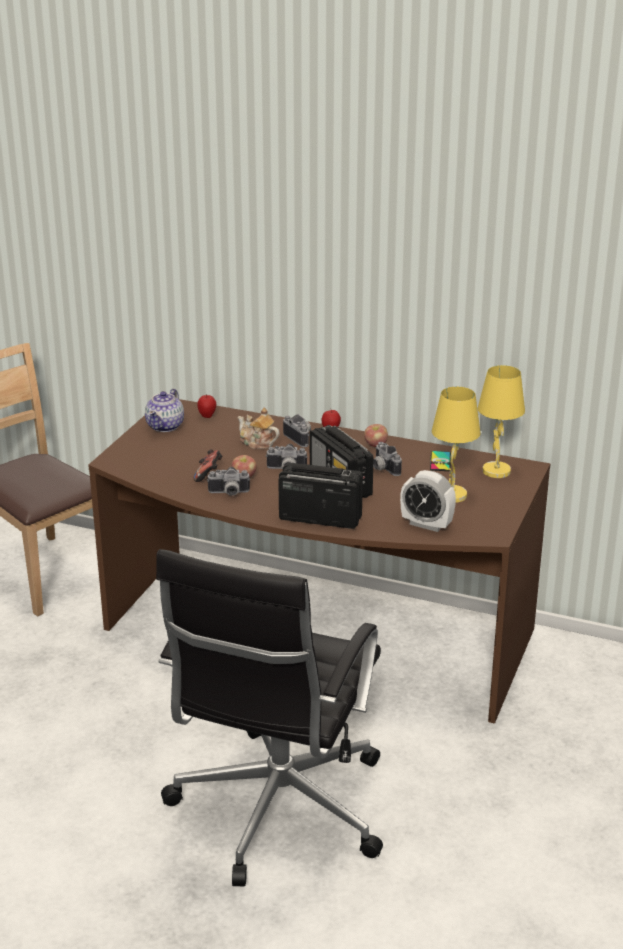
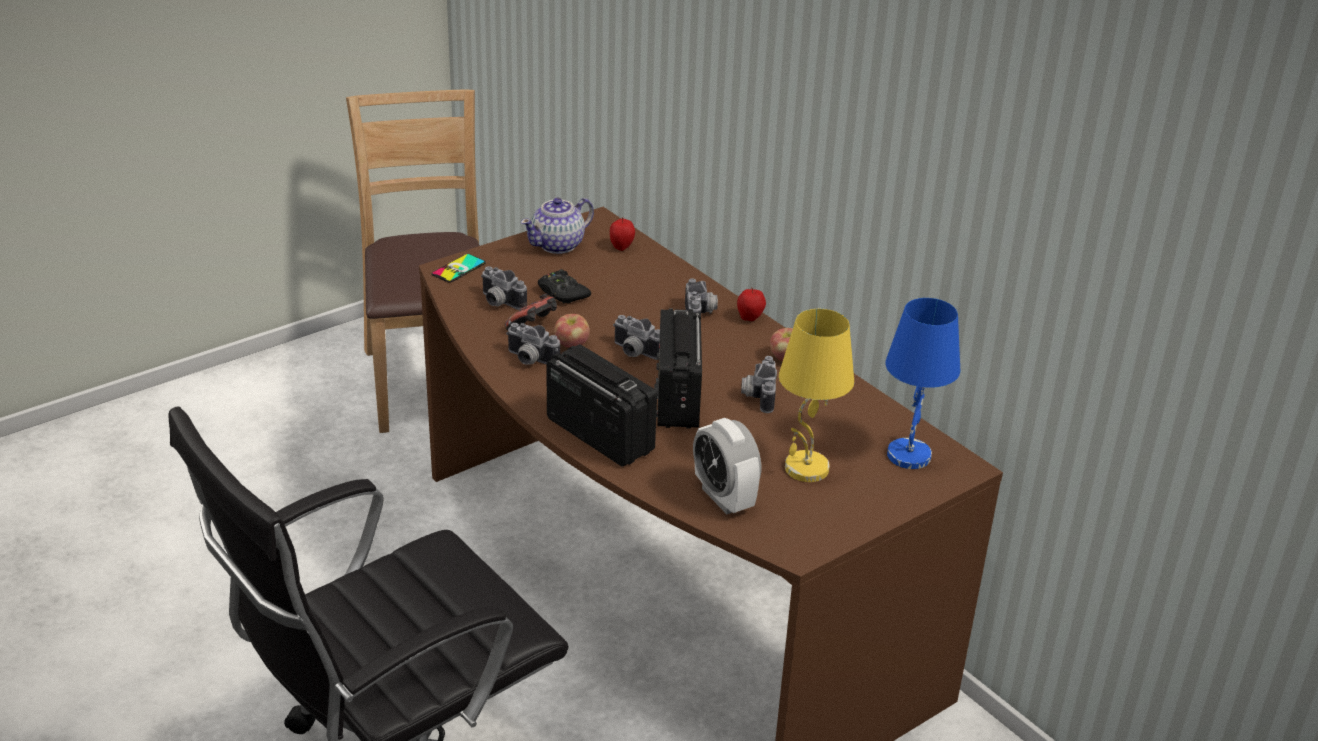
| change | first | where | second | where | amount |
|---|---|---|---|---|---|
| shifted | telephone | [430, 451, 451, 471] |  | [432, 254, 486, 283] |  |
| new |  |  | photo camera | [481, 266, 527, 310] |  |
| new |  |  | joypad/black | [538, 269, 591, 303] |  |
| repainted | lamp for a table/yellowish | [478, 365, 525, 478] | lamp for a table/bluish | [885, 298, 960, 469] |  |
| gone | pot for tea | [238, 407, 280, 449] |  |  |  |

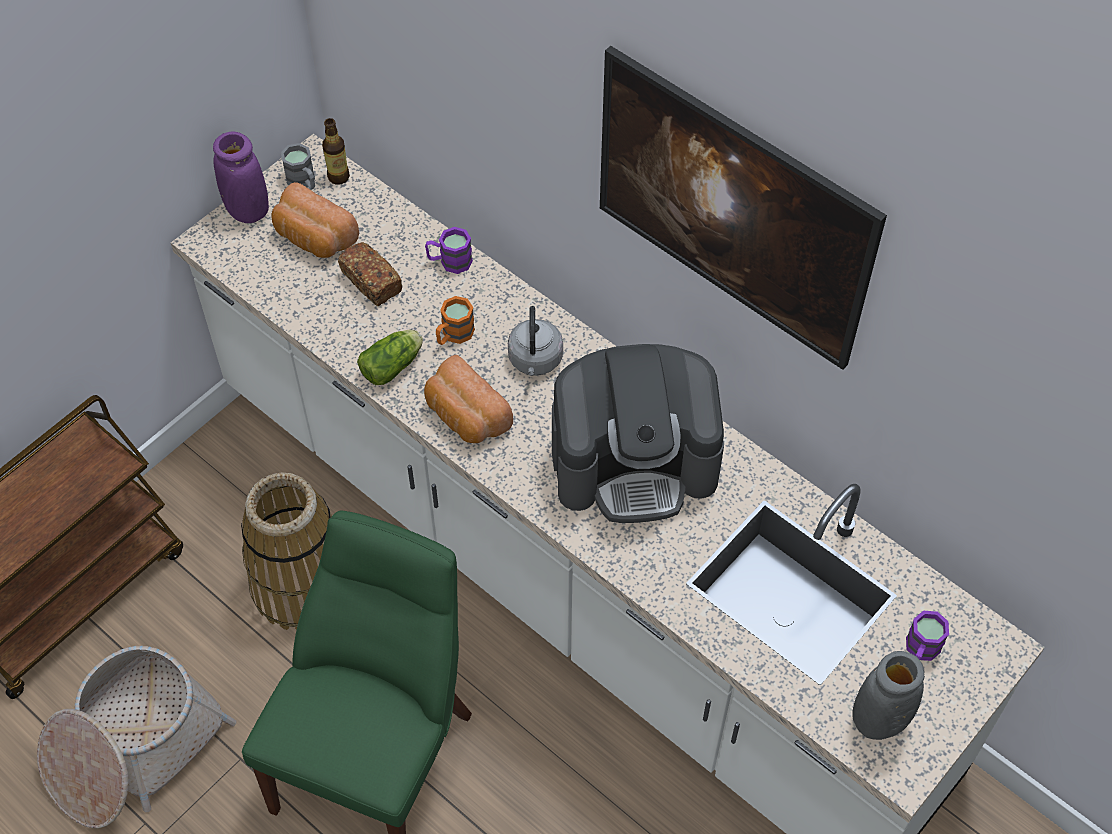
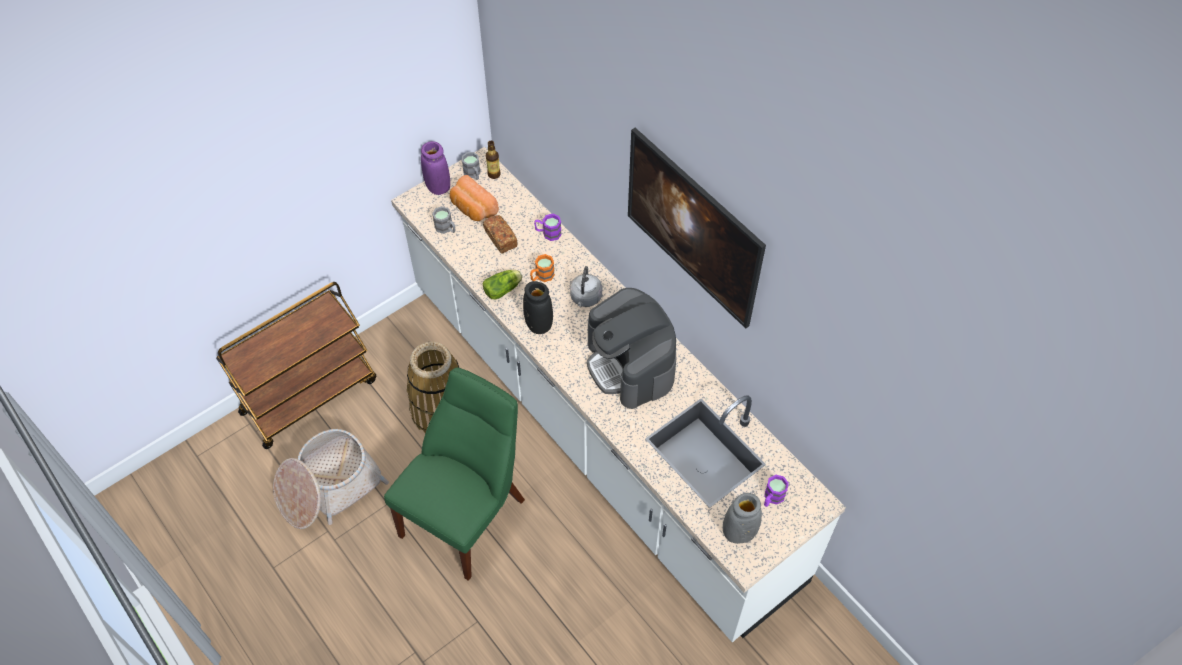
| change | first | where | second | where | amount |
|---|---|---|---|---|---|
| new |  |  | tea mug/grey | [432, 206, 456, 234] |  |
| swapped | bakery bread | [424, 355, 513, 443] | decorative vase/black | [523, 281, 553, 334] |  |
| rotated | coffee brewer | [552, 344, 724, 523] |  | [587, 288, 676, 409] | 60 degrees clockwise |

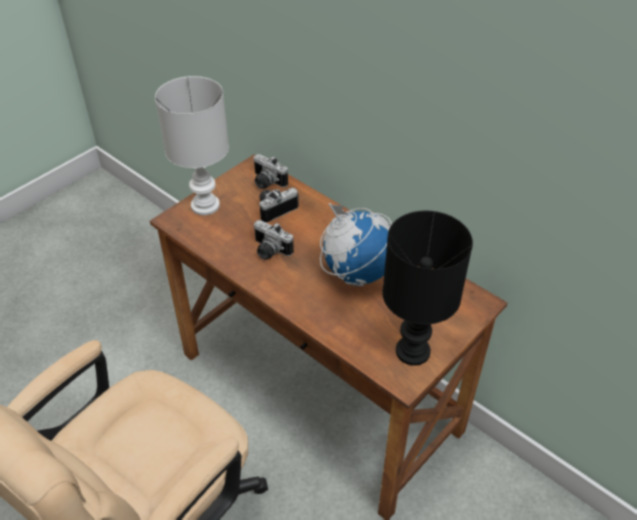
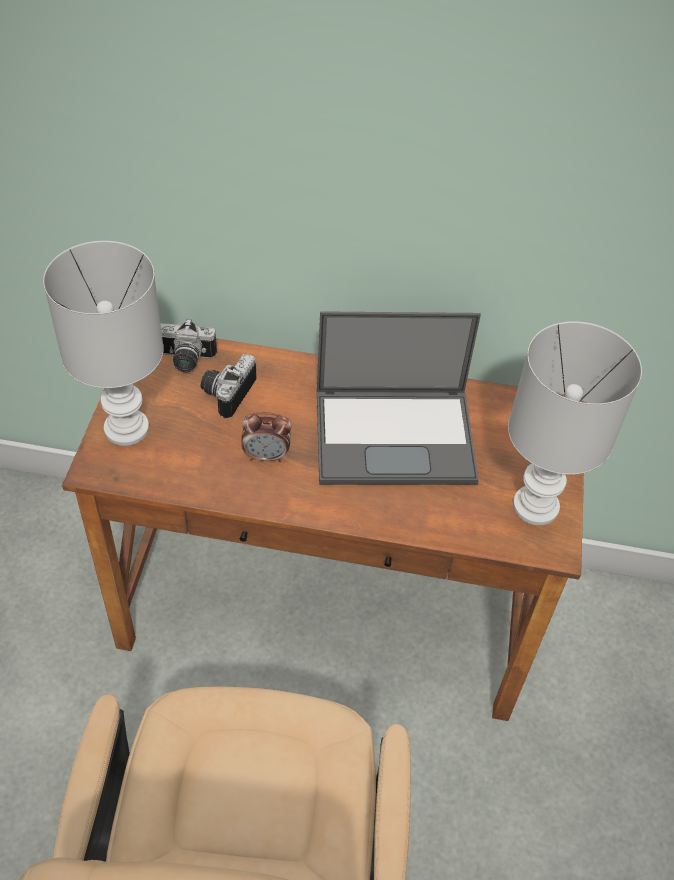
| change | first | where | second | where | amount |
|---|---|---|---|---|---|
| swapped | photo camera | [254, 220, 294, 260] | table clock | [242, 412, 292, 462] |  |
| swapped | globe | [320, 203, 392, 286] | laptop | [317, 311, 481, 485] |  |
| repainted | lamp for a table/black | [382, 211, 473, 366] | lamp for a table/whitish | [508, 321, 642, 525] |  |

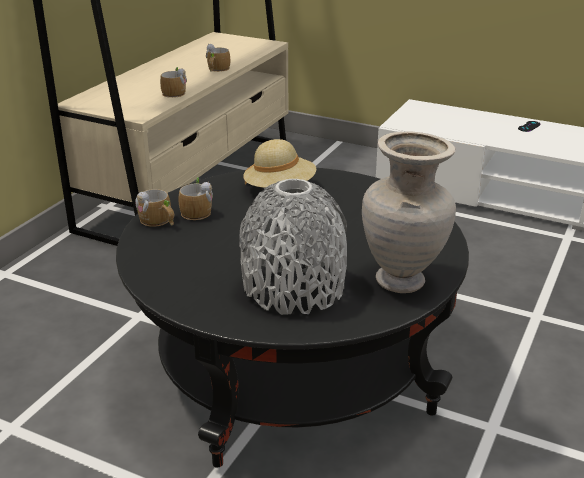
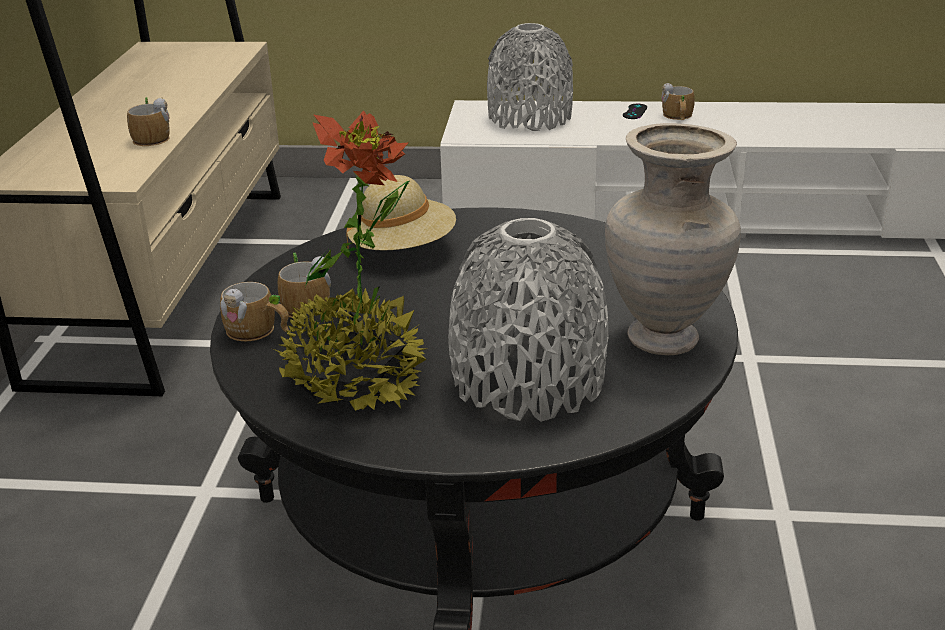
| change | first | where | second | where | amount |
|---|---|---|---|---|---|
| new |  |  | houseplant | [274, 110, 427, 411] |  |
| new |  |  | decorative vase/grey | [487, 23, 573, 131] |  |
| shifted | tea mug | [206, 43, 230, 72] |  | [662, 83, 695, 120] |  |

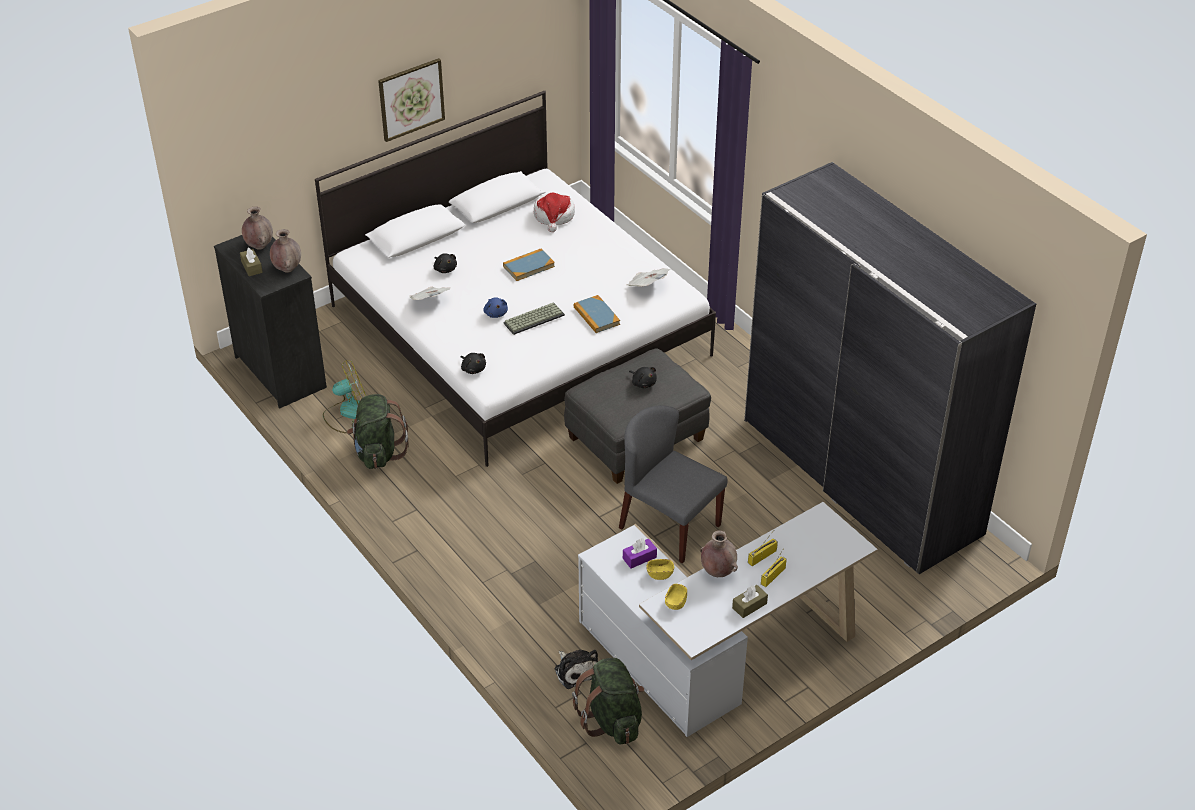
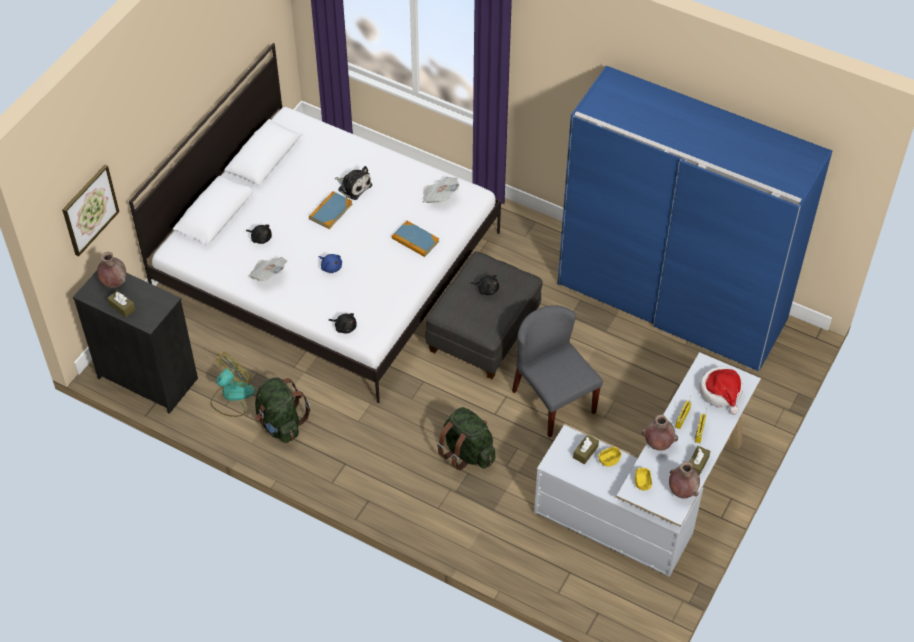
| change | first | where | second | where | amount |
|---|---|---|---|---|---|
| shifted | wall art | [378, 58, 445, 142] |  | [62, 165, 119, 257] |  |
| shifted | soft toy | [555, 650, 598, 689] |  | [335, 166, 372, 200] |  |
| shifted | knapsack/greenish | [572, 658, 644, 744] |  | [437, 407, 495, 470] |  |
| rotated | plain chair/grey | [619, 405, 728, 563] |  | [512, 306, 603, 438] | 45 degrees clockwise |
| repainted | armoire/grey | [744, 162, 1036, 574] | armoire/bluish | [558, 65, 832, 371] |  |
| repainted | tissue holder/purplish | [623, 538, 657, 569] | tissue holder/brownish | [573, 434, 599, 464] |  |
| shifted | decorative vase/brownish | [270, 229, 301, 273] |  | [669, 462, 700, 499] |  |
| shifted | hat | [534, 193, 575, 232] |  | [699, 367, 743, 415] |  |
| gone | computer keyboard | [503, 302, 565, 335] |  |  |  |

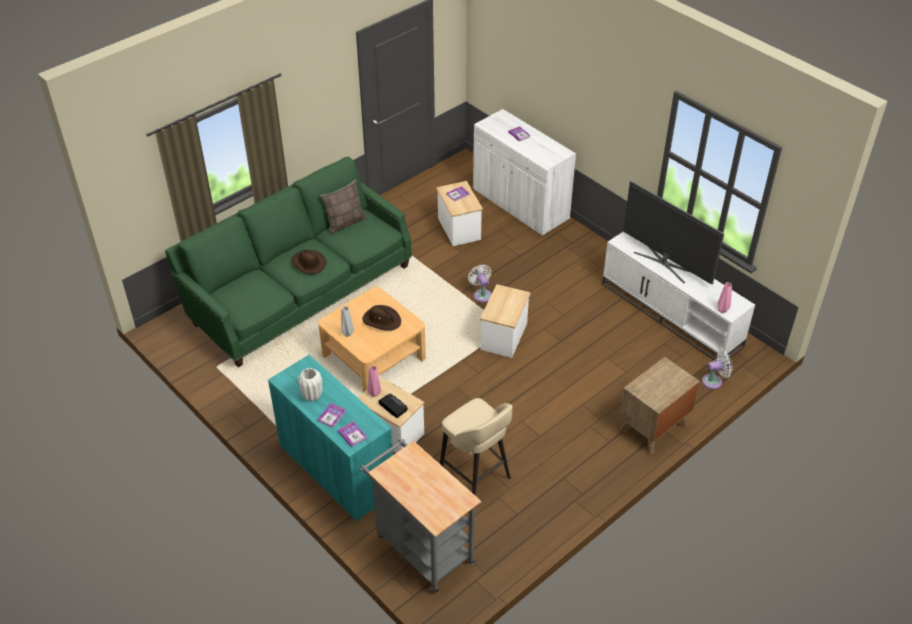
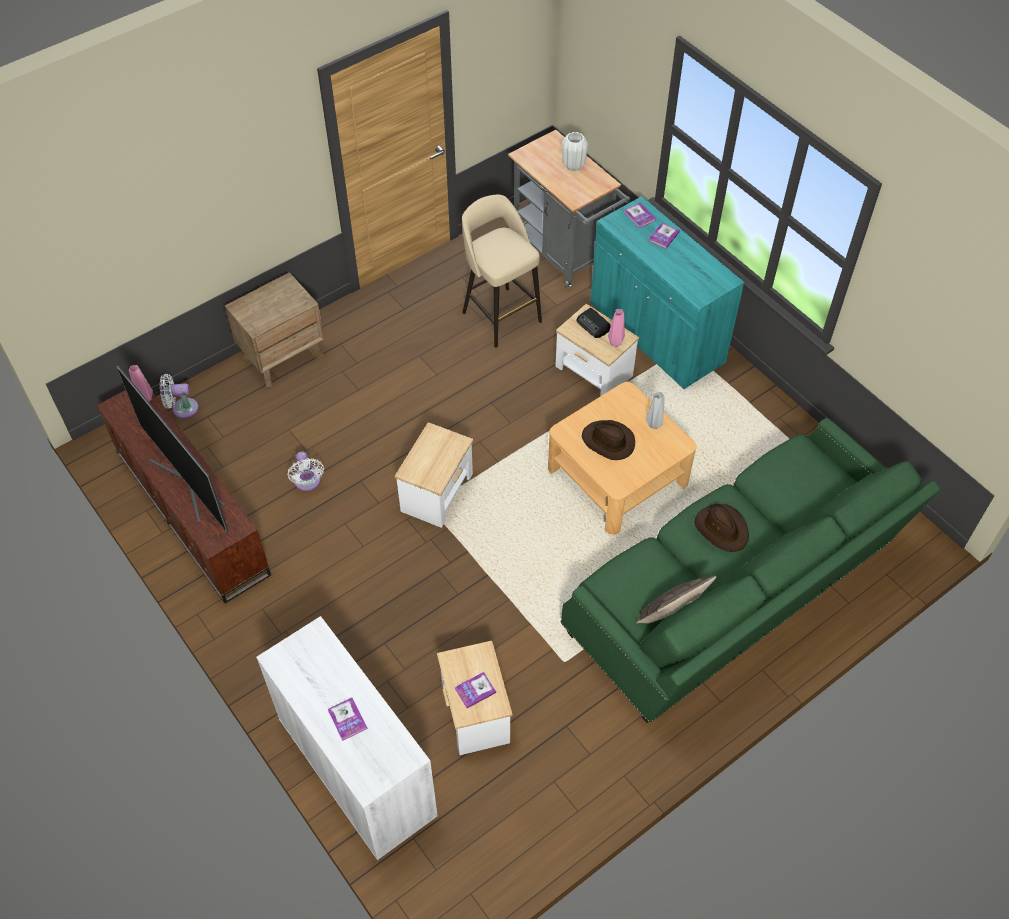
| change | first | where | second | where | amount |
|---|---|---|---|---|---|
| repainted | tv stand/whitish | [602, 231, 755, 361] | tv stand/brownish | [97, 390, 271, 603] |  |
| shifted | fan/whitish | [468, 264, 491, 302] |  | [287, 452, 324, 491] |  |
| shifted | decorative vase/whitish | [298, 368, 322, 401] |  | [562, 132, 588, 171] |  |

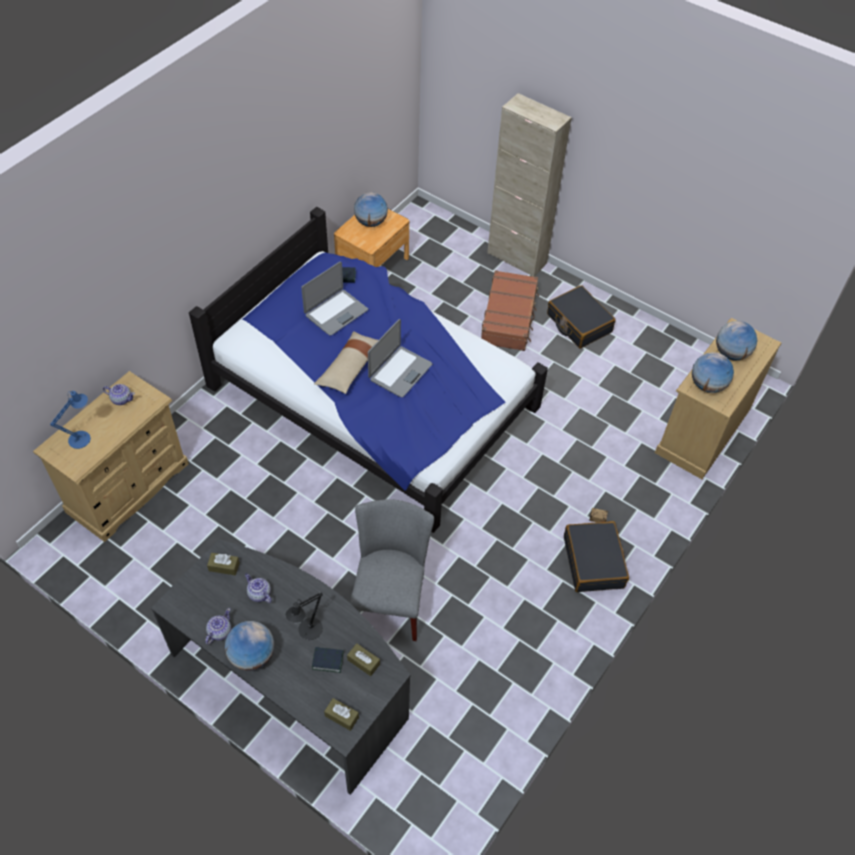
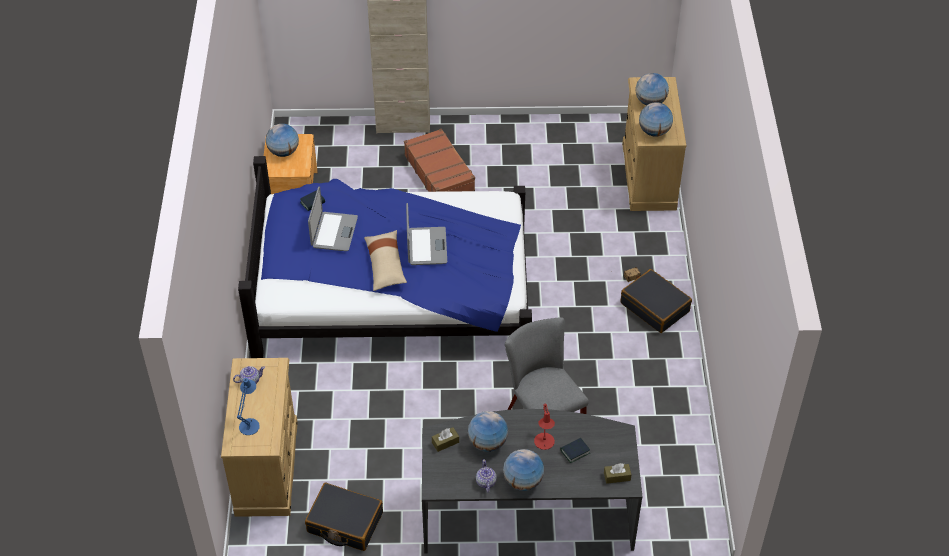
| change | first | where | second | where | amount |
|---|---|---|---|---|---|
| shifted | suitcase/black | [547, 285, 616, 348] |  | [305, 482, 383, 551] |  |
| swapped | pot for tea | [245, 573, 272, 603] | globe | [468, 411, 508, 452] |  |
| repainted | lamp for a table/black | [286, 592, 323, 640] | lamp for a table/red-coloured | [534, 403, 555, 450] |  |
| gone | tissue holder/brownish | [347, 643, 380, 676] |  |  |  |

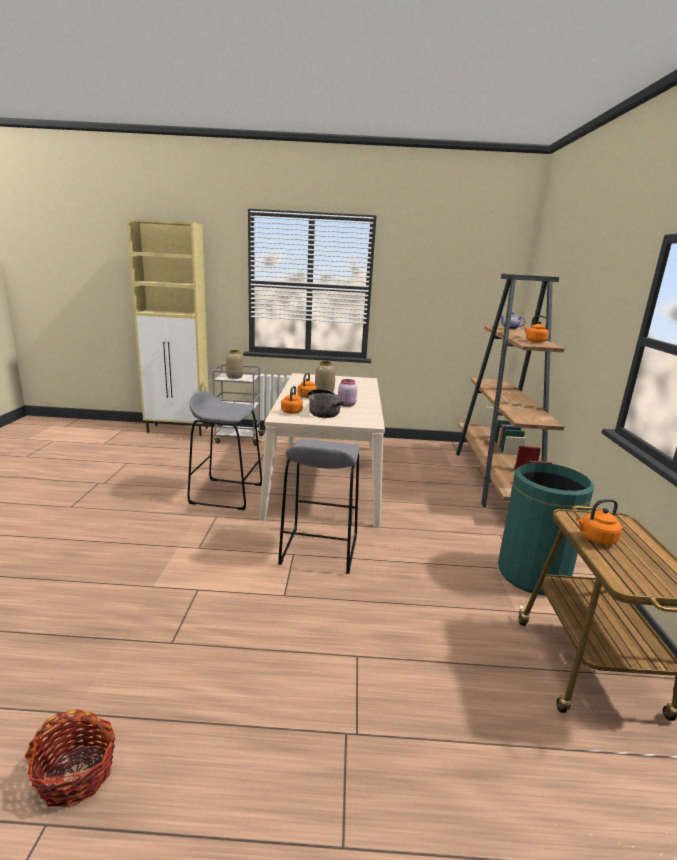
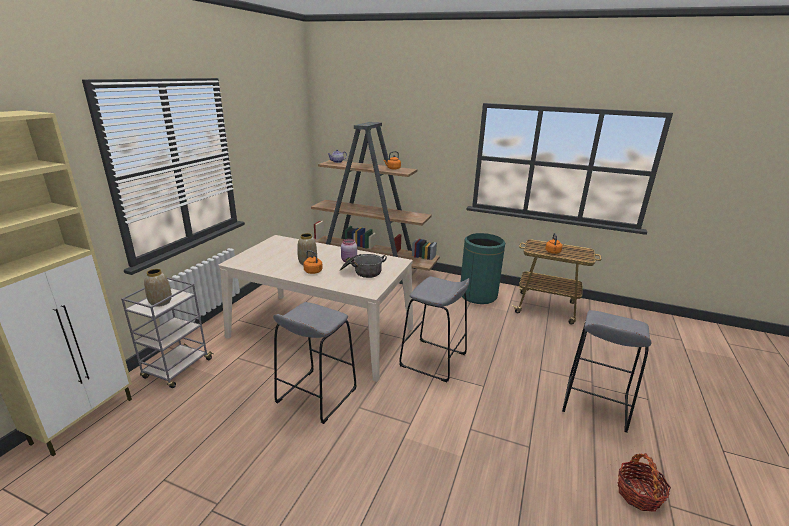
| change | first | where | second | where | amount |
|---|---|---|---|---|---|
| new |  |  | sitting stool/grey | [562, 310, 652, 433] |  |
| gone | water kettle/orange-coloured | [281, 386, 303, 414] |  |  |  |

